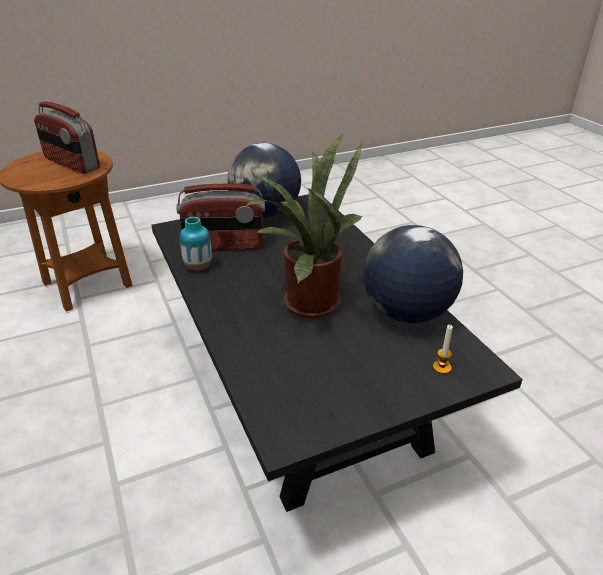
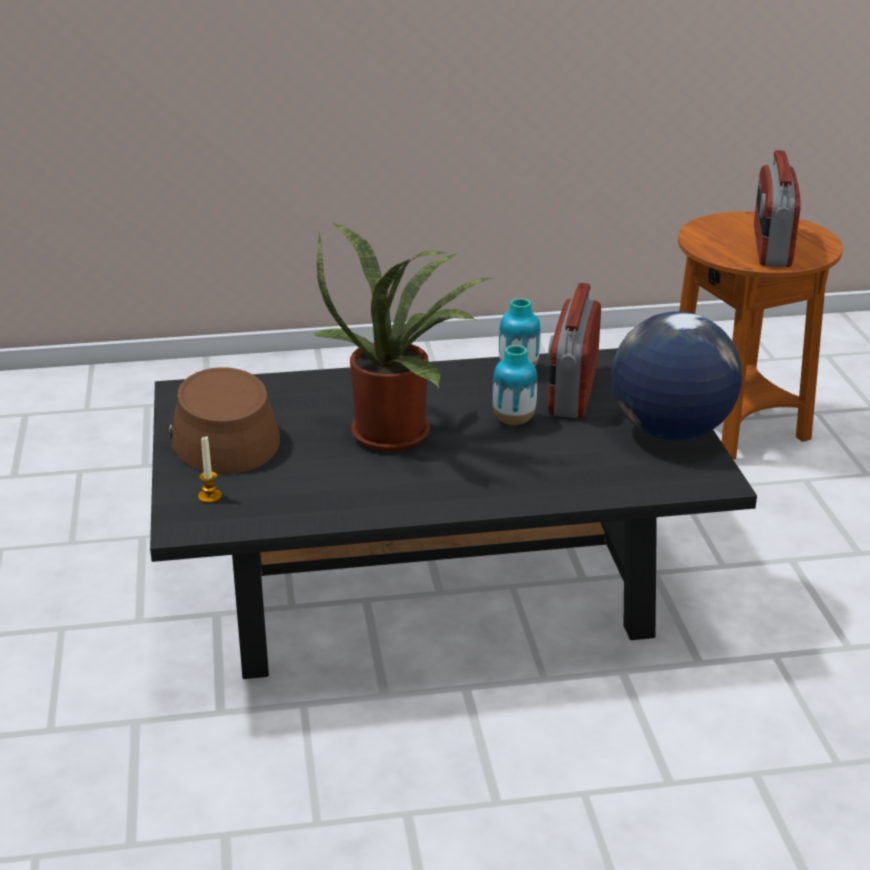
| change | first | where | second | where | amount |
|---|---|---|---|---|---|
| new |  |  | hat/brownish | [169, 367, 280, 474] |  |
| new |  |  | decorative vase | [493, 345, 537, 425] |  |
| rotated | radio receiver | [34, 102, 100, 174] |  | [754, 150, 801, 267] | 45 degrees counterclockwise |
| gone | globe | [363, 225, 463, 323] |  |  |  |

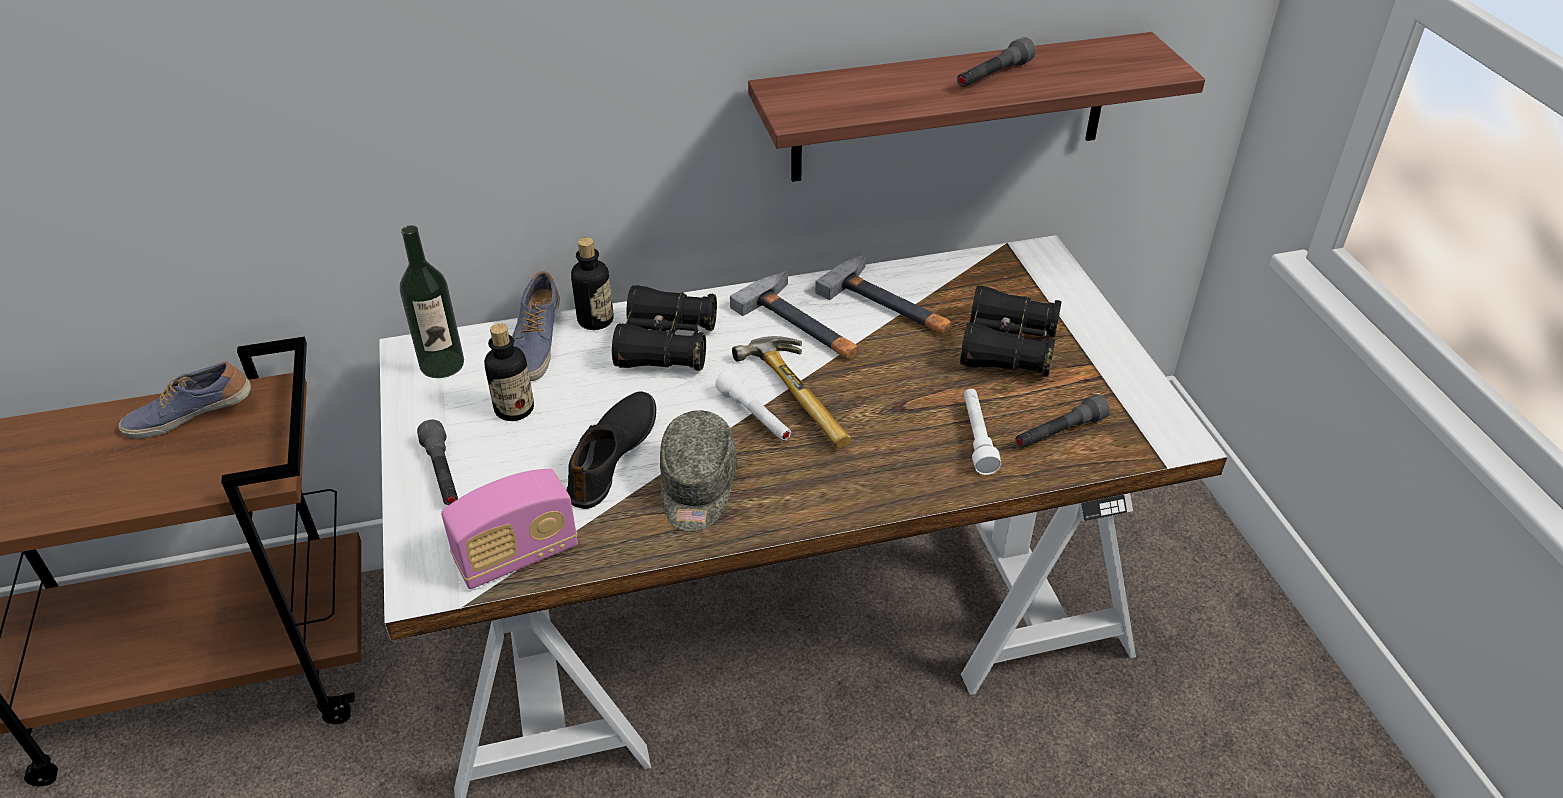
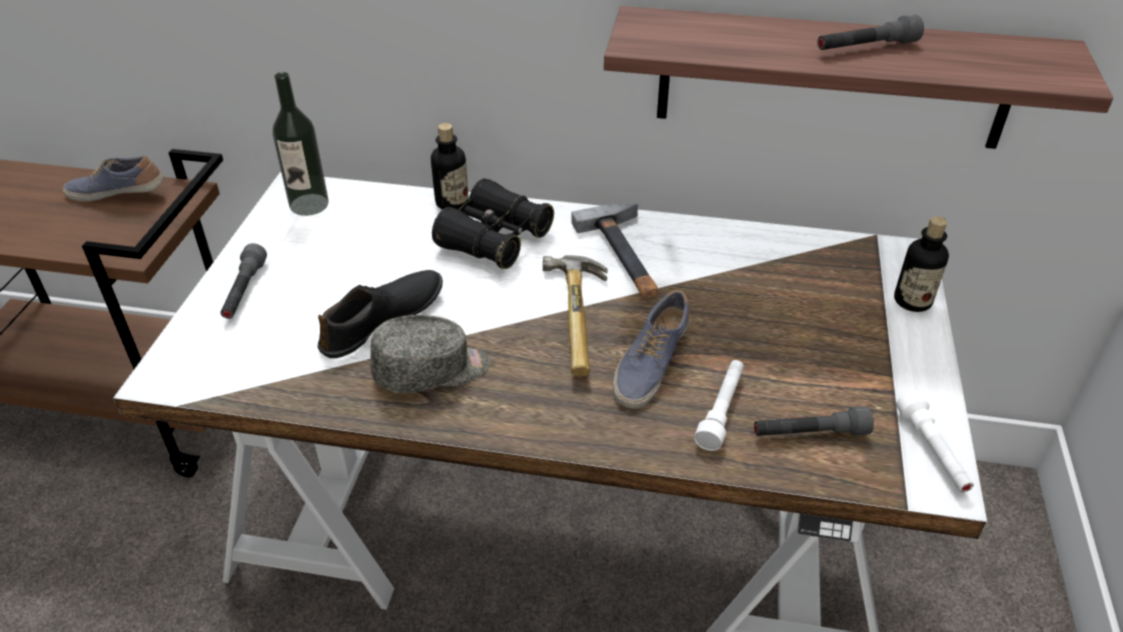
| change | first | where | second | where | amount |
|---|---|---|---|---|---|
| rotated | cap/grey | [660, 410, 737, 532] |  | [370, 315, 490, 393] | 135 degrees counterclockwise |
| shifted | low shoe | [512, 271, 560, 381] |  | [613, 290, 690, 409] |  |
| shifted | drink bottle | [484, 323, 534, 421] |  | [894, 216, 949, 312] |  |
| shifted | flashlight/whitish | [715, 370, 791, 441] |  | [896, 391, 974, 492] |  |
| gone | radio receiver | [441, 469, 578, 589] |  |  |  |
| gone | hand hammer | [815, 254, 952, 334] |  |  |  |
| gone | binoculars/black | [960, 285, 1062, 377] |  |  |  |

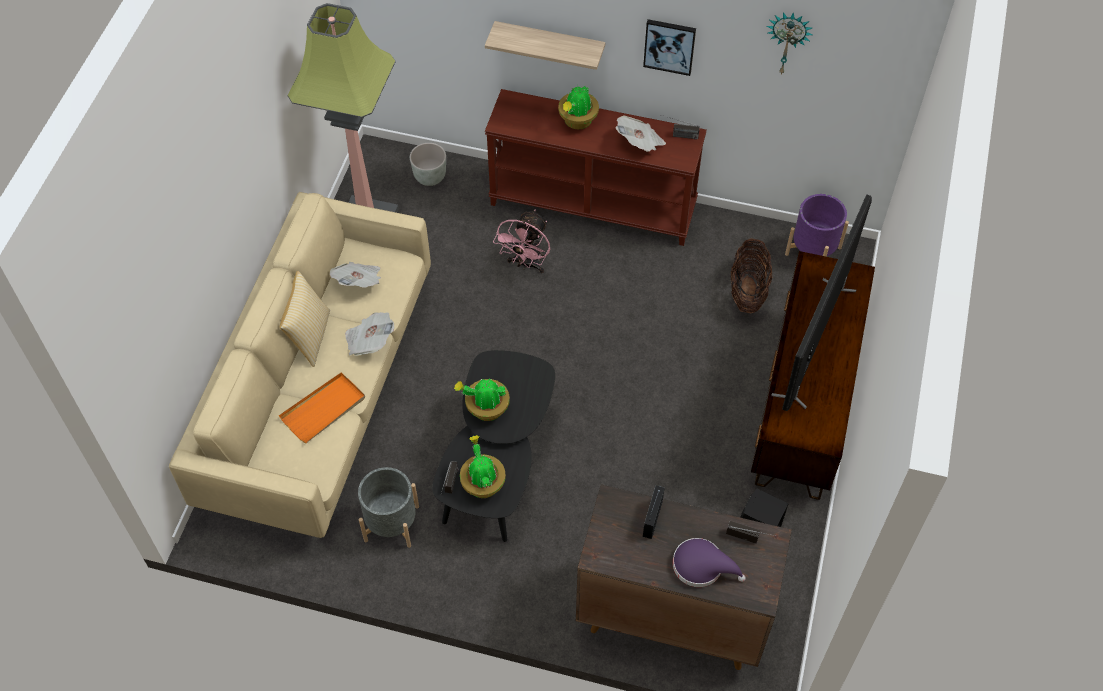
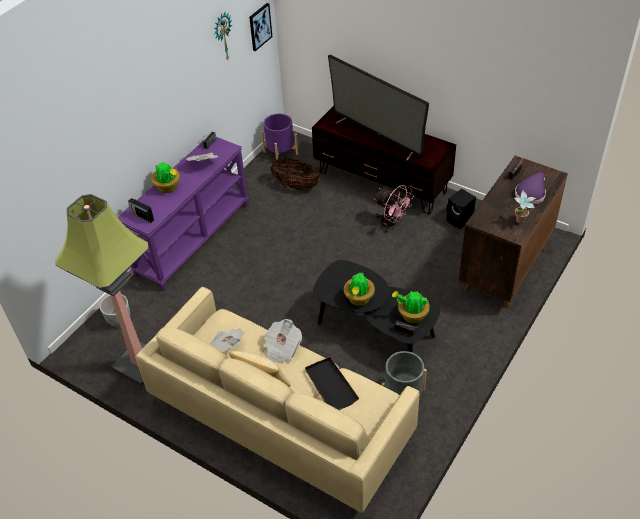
| change | first | where | second | where | amount |
|---|---|---|---|---|---|
| repainted | narrow table/brownish | [485, 89, 707, 246] | narrow table/purplish | [118, 137, 249, 291] |  |
| shifted | radio receiver | [643, 485, 665, 539] |  | [128, 198, 154, 223] |  |
| shifted | wall art | [643, 19, 696, 76] |  | [249, 3, 272, 51] |  |
| repainted | serving tray/orange-coloured | [279, 373, 365, 444] | serving tray/black | [305, 357, 359, 410] |  |
| shifted | fan/pink | [493, 209, 550, 273] |  | [374, 185, 414, 233] |  |
| new |  |  | houseplant | [514, 190, 536, 224] |  |
| gone | bracket shelf | [485, 21, 605, 70] |  |  |  |

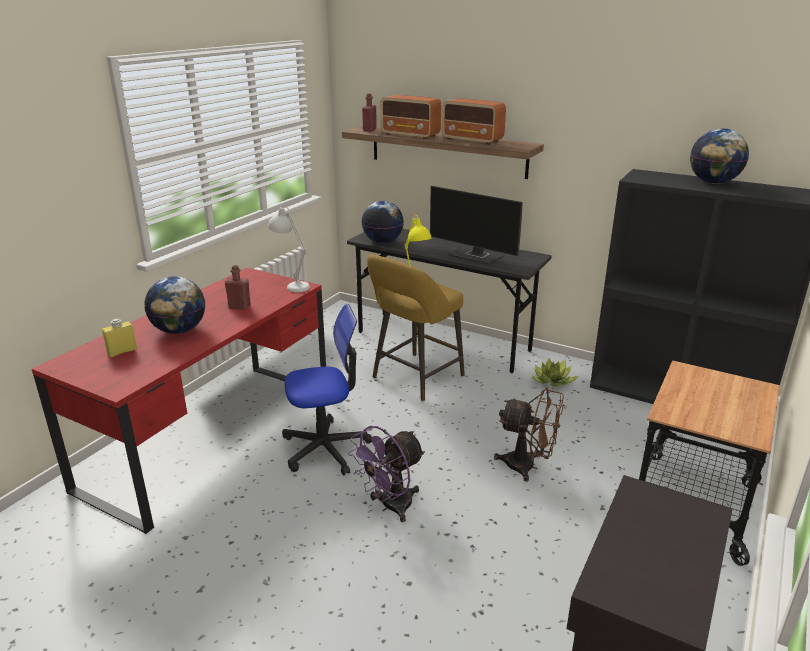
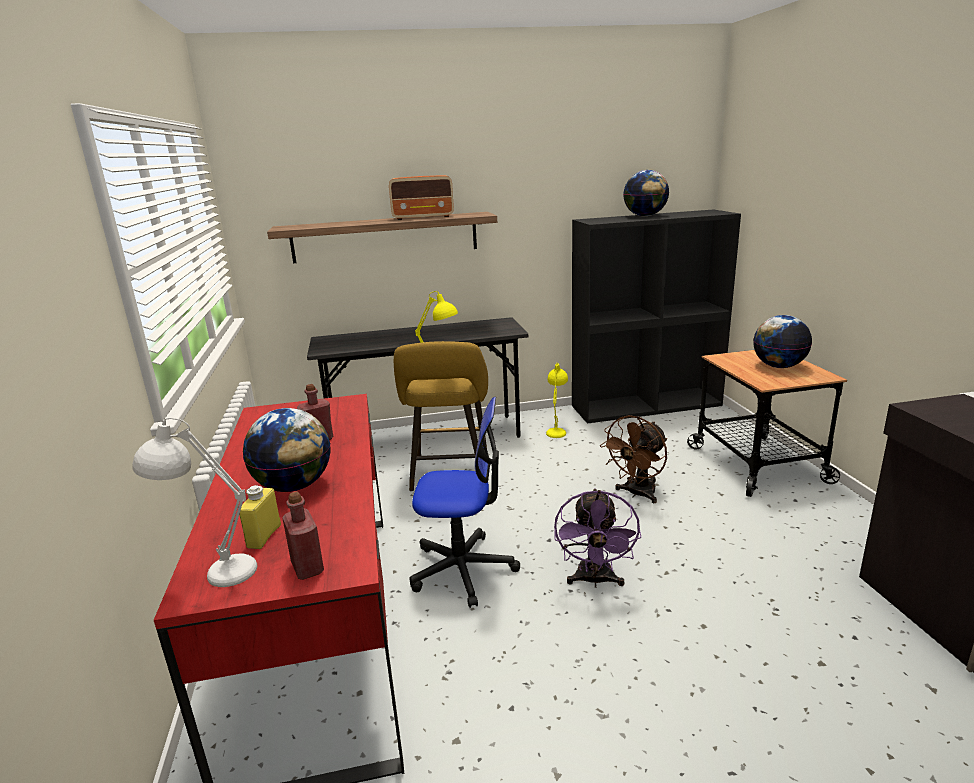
| change | first | where | second | where | amount |
|---|---|---|---|---|---|
| shifted | lamp for a table/whitish | [268, 206, 310, 292] |  | [132, 418, 257, 587] |  |
| shifted | drink bottle/red-coloured | [362, 93, 377, 132] |  | [282, 491, 324, 580] |  |
| rotated | office chair | [282, 304, 372, 475] |  | [410, 397, 520, 608] | 60 degrees clockwise |
| swapped | houseplant | [532, 358, 579, 387] | lamp for a table/yellowish | [546, 363, 568, 438] |  |
| rotated | fan/brownish | [494, 388, 564, 482] |  | [600, 415, 667, 503] | 150 degrees clockwise |
| shifted | globe | [361, 201, 404, 243] |  | [753, 315, 812, 368] |  |
| gone | radio receiver | [380, 95, 441, 139] |  |  |  |
| gone | monitor | [430, 186, 522, 265] |  |  |  |

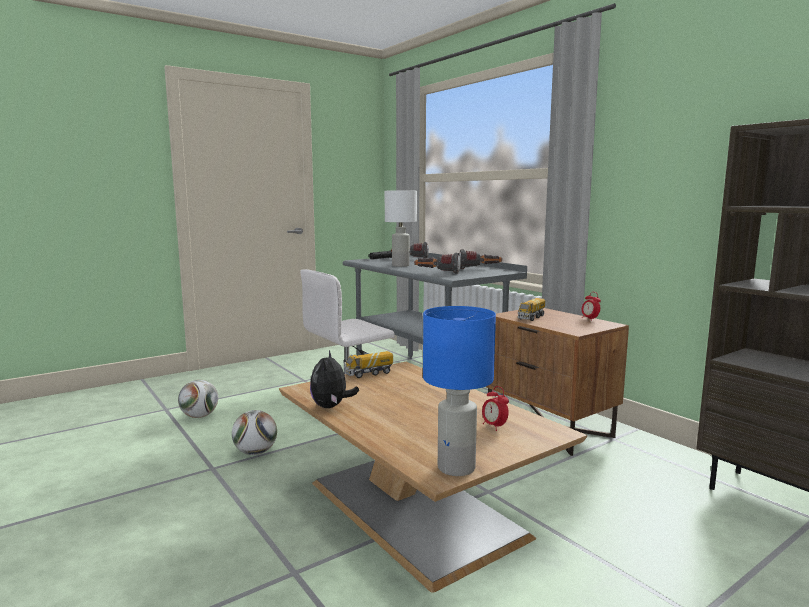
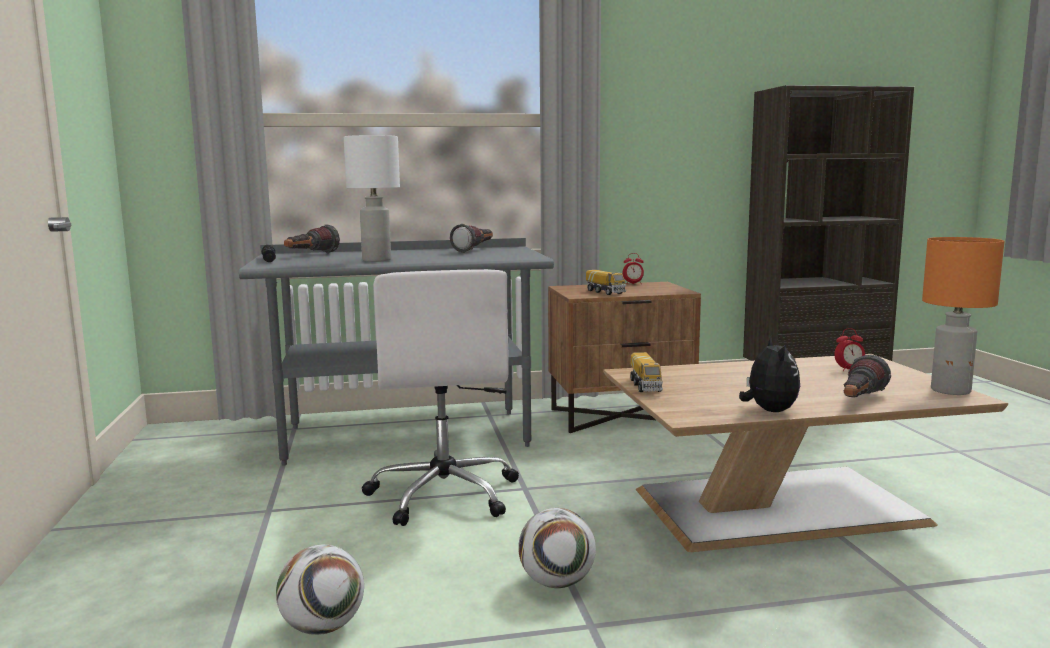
| change | first | where | second | where | amount |
|---|---|---|---|---|---|
| rotated | soft toy | [310, 350, 359, 408] |  | [739, 337, 800, 412] | 120 degrees counterclockwise |
| shifted | flashlight | [415, 253, 461, 274] |  | [844, 355, 891, 398] |  |
| repainted | lamp for a table/bluish | [423, 306, 496, 476] | lamp for a table/orange-coloured | [922, 237, 1004, 395] |  |

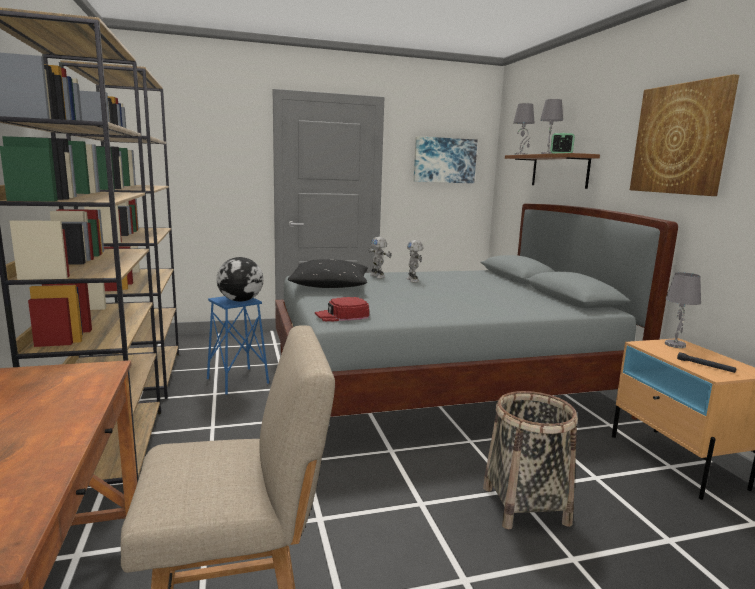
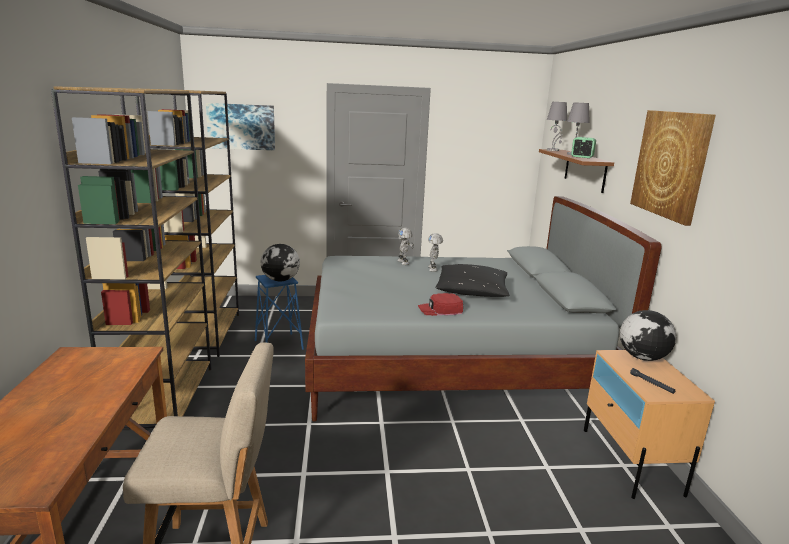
| change | first | where | second | where | amount |
|---|---|---|---|---|---|
| shifted | wall art | [414, 136, 478, 183] |  | [206, 103, 275, 150] |  |
| shifted | cap/red-coloured | [315, 297, 369, 322] |  | [418, 293, 463, 316] |  |
| shifted | cushion/black | [288, 259, 368, 288] |  | [435, 264, 509, 297] |  |
| swapped | lamp for a table/grey | [665, 272, 701, 348] | globe | [620, 310, 676, 361] |  |
| gone | storage basket | [483, 391, 578, 529] |  |  |  |

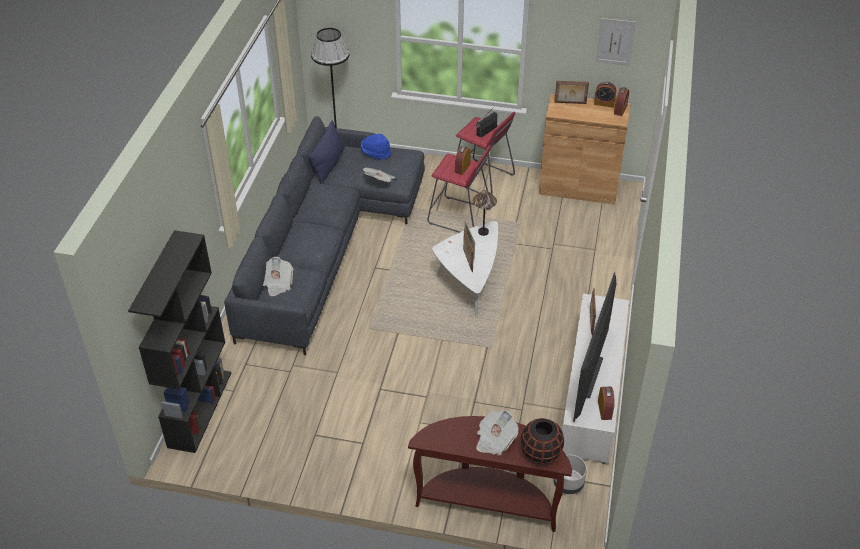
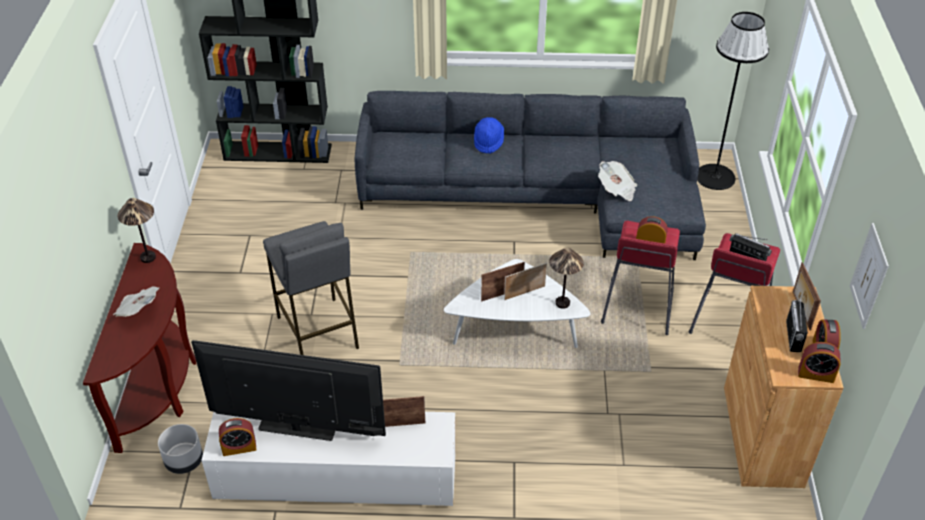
| change | first | where | second | where | amount |
|---|---|---|---|---|---|
| new |  |  | lamp for a table | [118, 198, 156, 263] |  |
| new |  |  | sitting stool/grey | [263, 221, 359, 355] |  |
| shifted | hat/bluish | [361, 134, 391, 159] |  | [474, 117, 504, 154] |  |
| new |  |  | radio receiver | [786, 296, 808, 352] |  |
| gone | printed paper | [263, 257, 293, 296] |  |  |  |
| gone | cushion/bluish | [308, 121, 345, 184] |  |  |  |
| gone | decorative vase/black | [521, 418, 564, 464] |  |  |  |

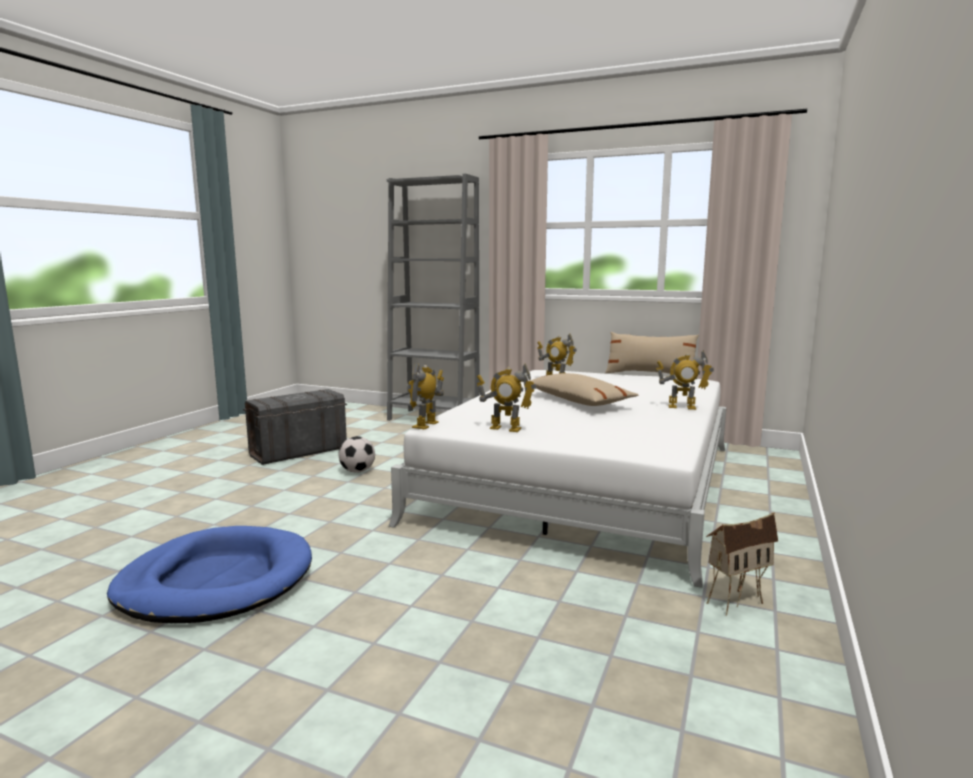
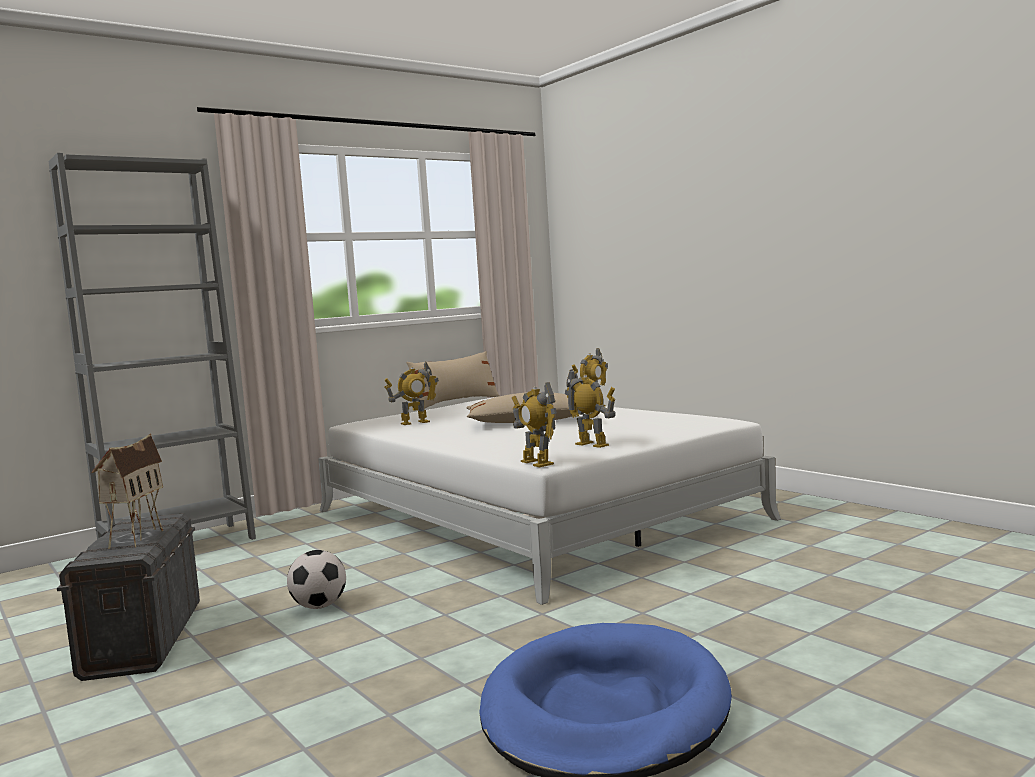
| change | first | where | second | where | amount |
|---|---|---|---|---|---|
| shifted | toy house | [706, 512, 778, 616] |  | [91, 433, 163, 549] |  |
| rotated | model robot | [477, 363, 536, 432] |  | [565, 369, 615, 448] | 90 degrees counterclockwise |

